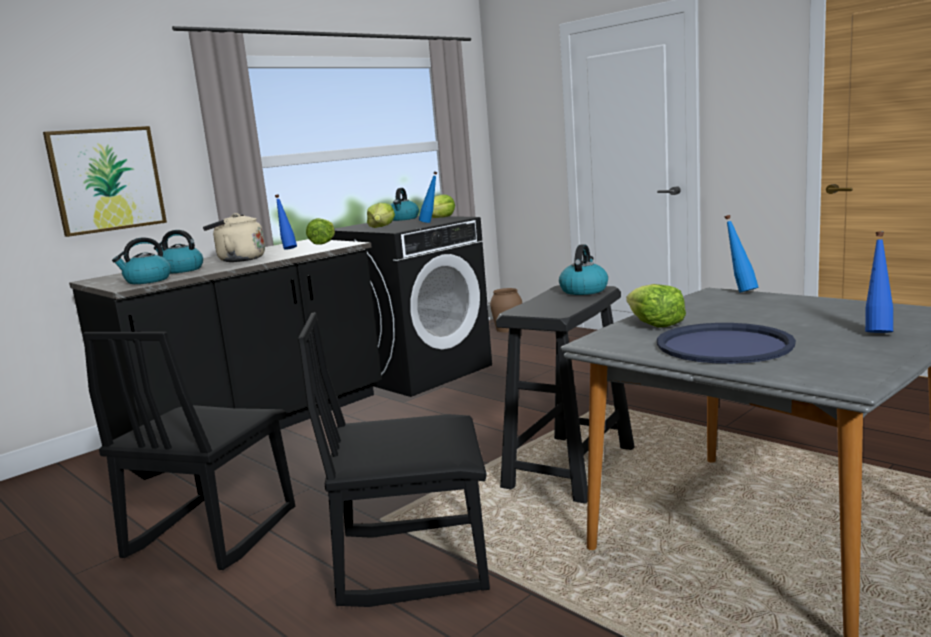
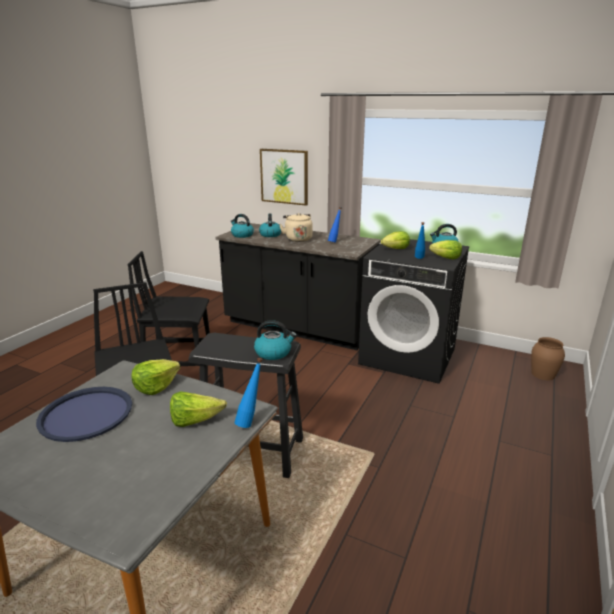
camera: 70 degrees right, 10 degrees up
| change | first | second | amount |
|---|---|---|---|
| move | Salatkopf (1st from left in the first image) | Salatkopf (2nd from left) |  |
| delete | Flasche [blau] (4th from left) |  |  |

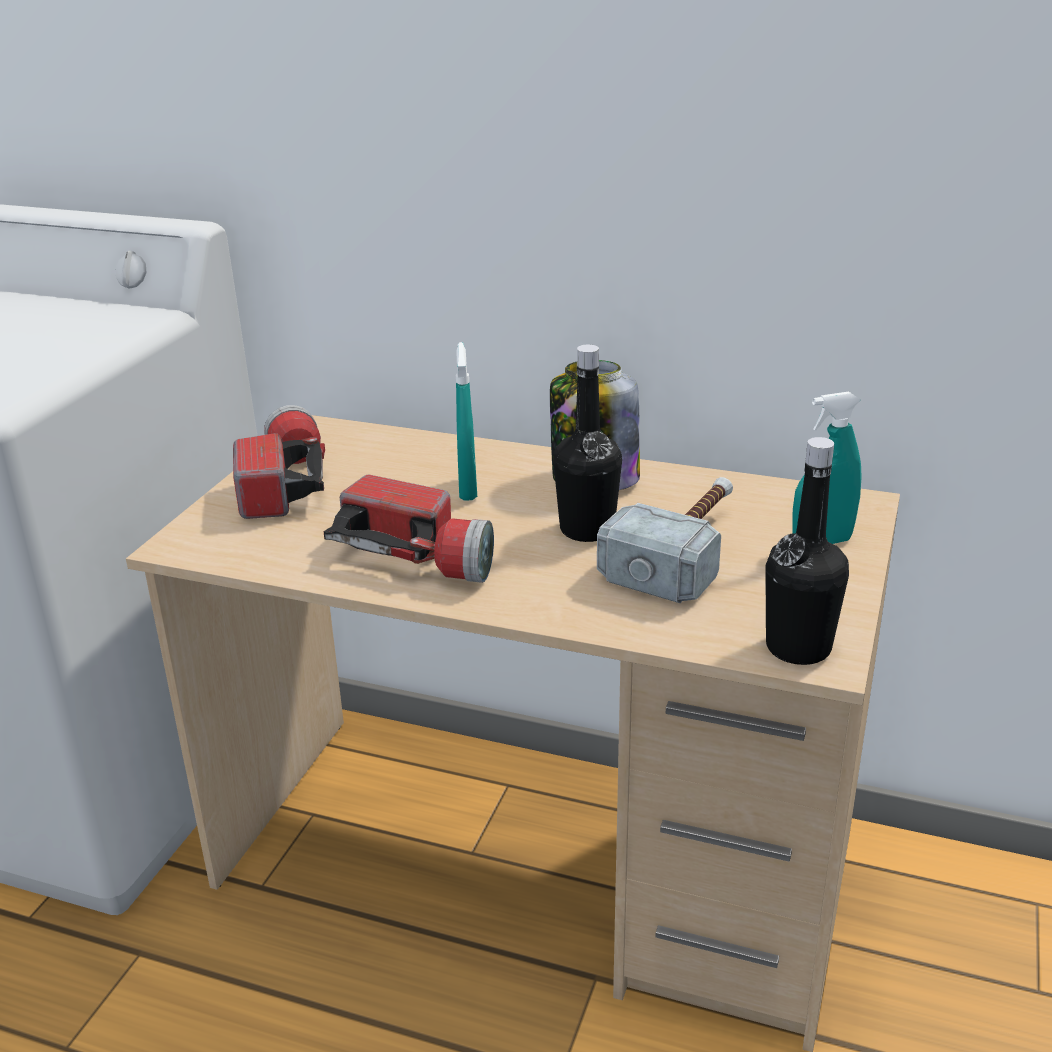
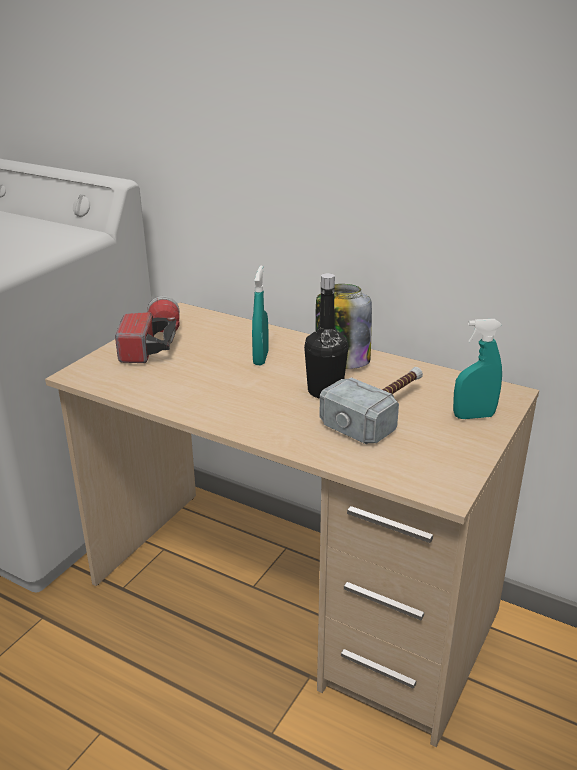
camera: 10 degrees right, 0 degrees up
| change | first | second | amount |
|---|---|---|---|
| delete | Flasche [schwarz] (2nd from left) |  |  |
| delete | Taschenlampe (2nd from left) |  |  |

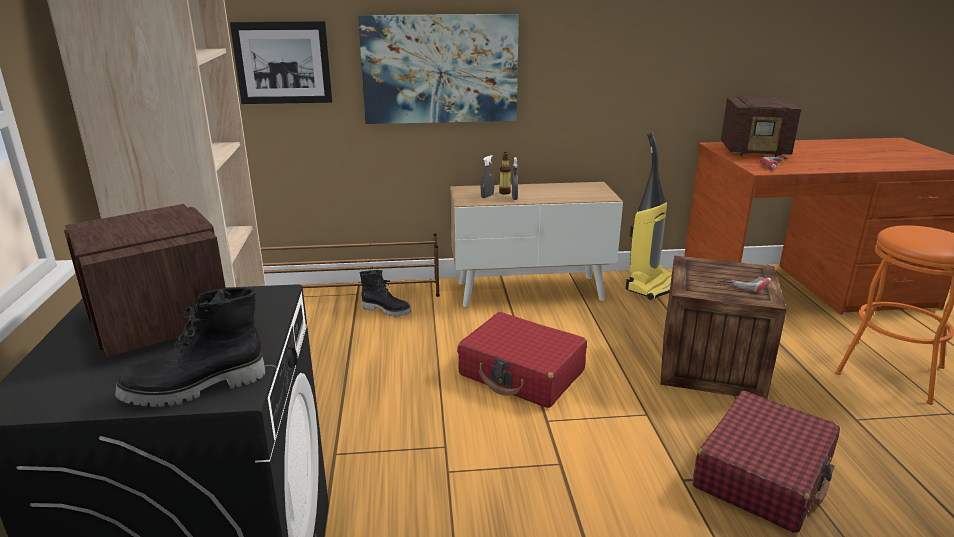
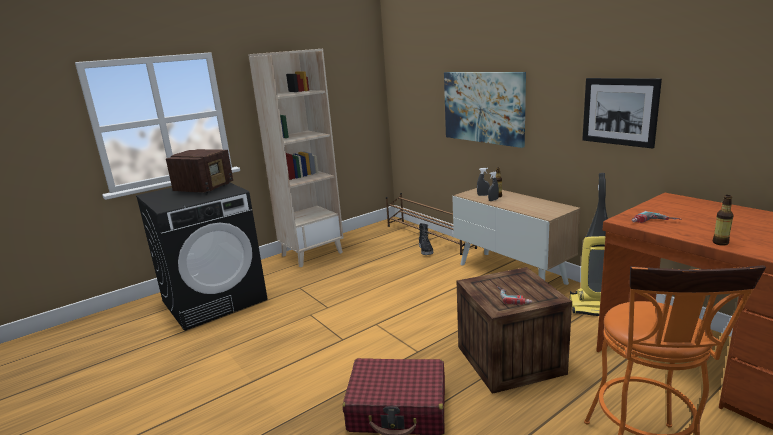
camera: 60 degrees right, 5 degrees down
| change | first | second | amount |
|---|---|---|---|
| move | Bild (1st from left in the first image) | Bild (2nd from left) |  |
| delete | Radio (2nd from left) |  |  |
| delete | Stiefel [schwarz] (1st from left) |  |  |
| delete | Koffer [rot] (1st from left) |  |  |
| insert |  | Flasche (2nd from left) |  |

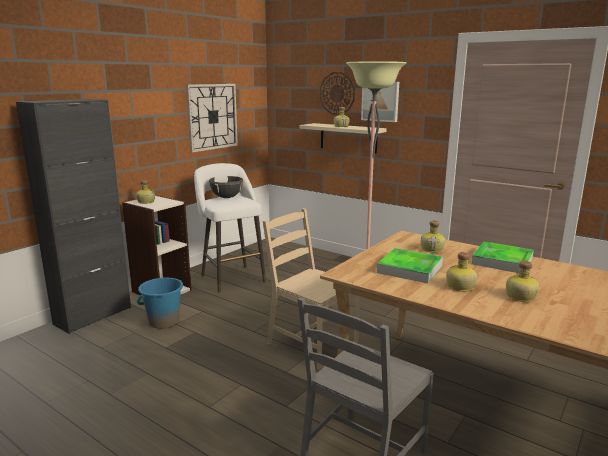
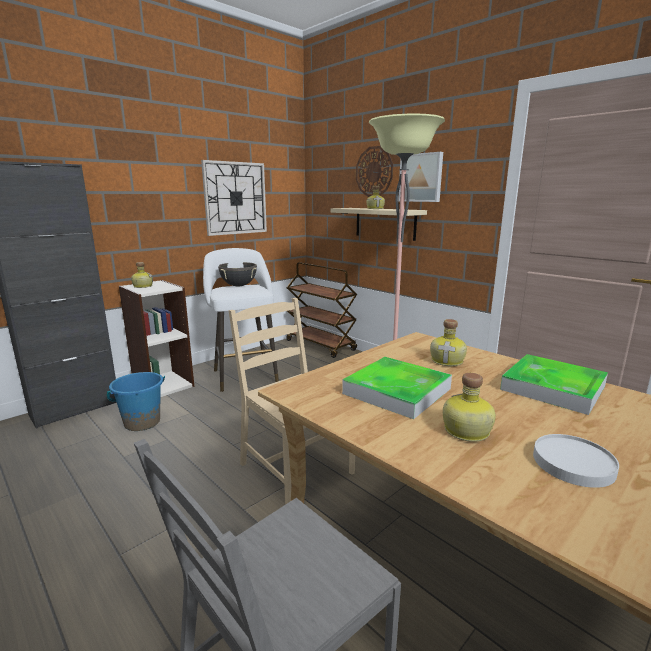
camera: 10 degrees right, 0 degrees up
| change | first | second | amount |
|---|---|---|---|
| replace | Flasche (5th from left) | Teller [weiß] |  |
| insert |  | Rollwagen [braun] |  |

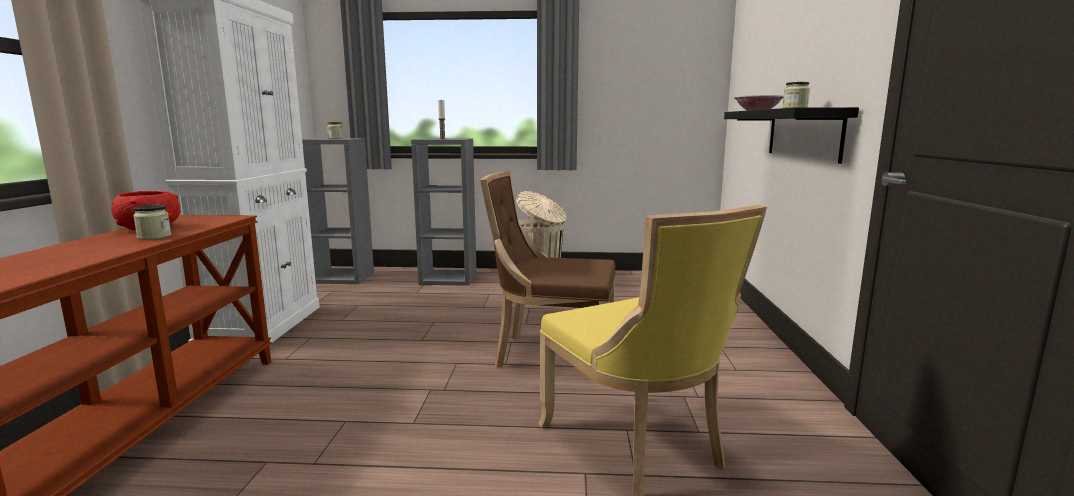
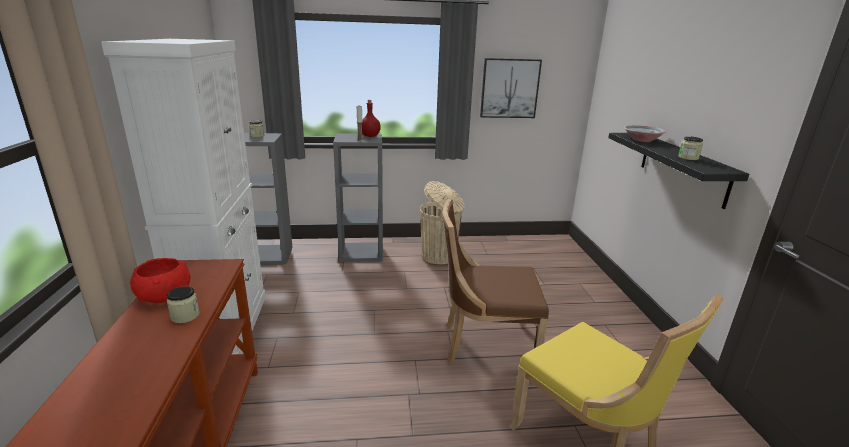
camera: 10 degrees left, 10 degrees up
| change | first | second | amount |
|---|---|---|---|
| insert |  | Bild |  |
| insert |  | Flasche [rot] |  |

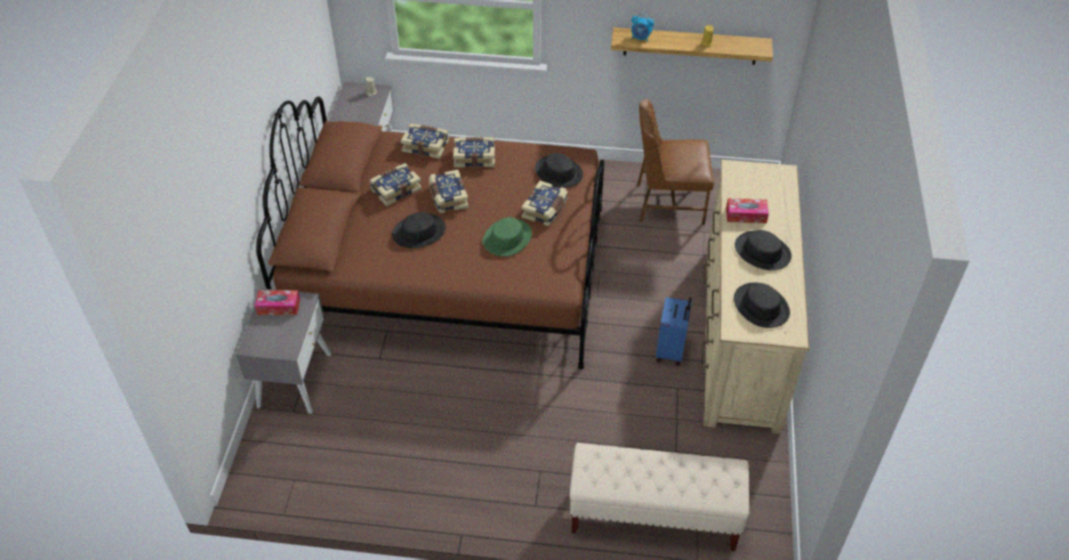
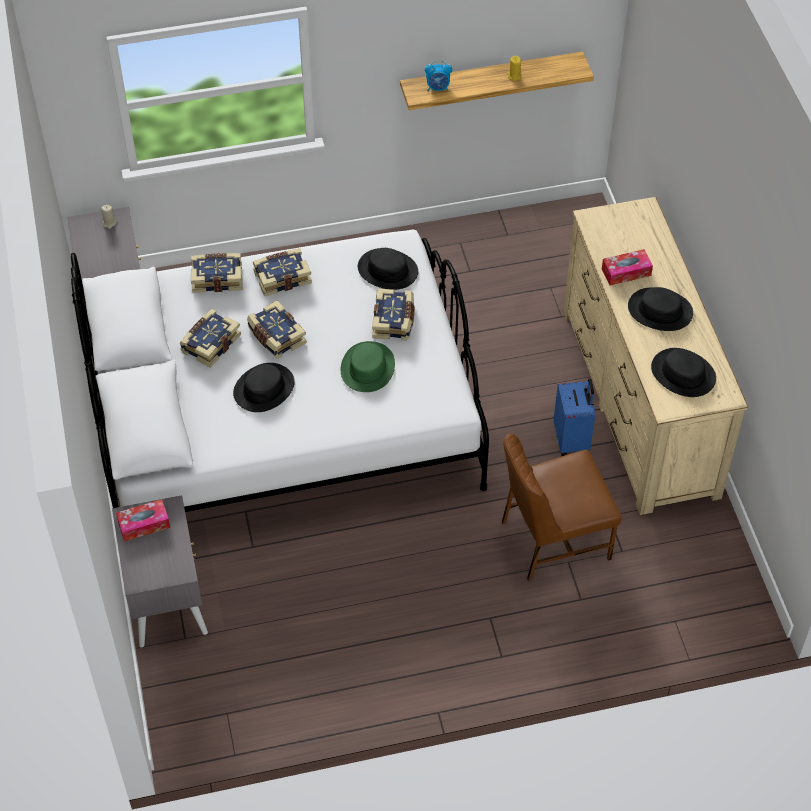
camera: 20 degrees left, 5 degrees up
| change | first | second | amount |
|---|---|---|---|
| recolor | Bett [braun] | Bett [weiß] |  |
| move | Stuhl [braun] |  |  |
| delete | Bank [beige] |  |  |

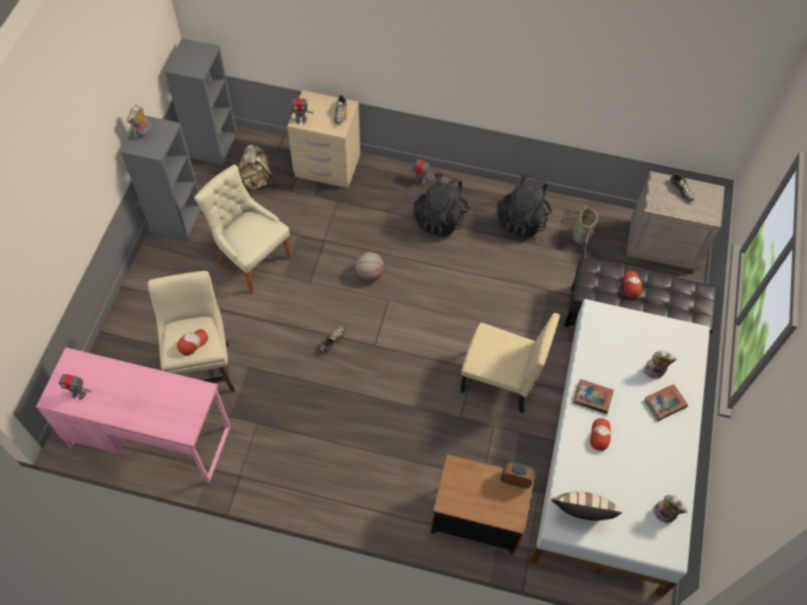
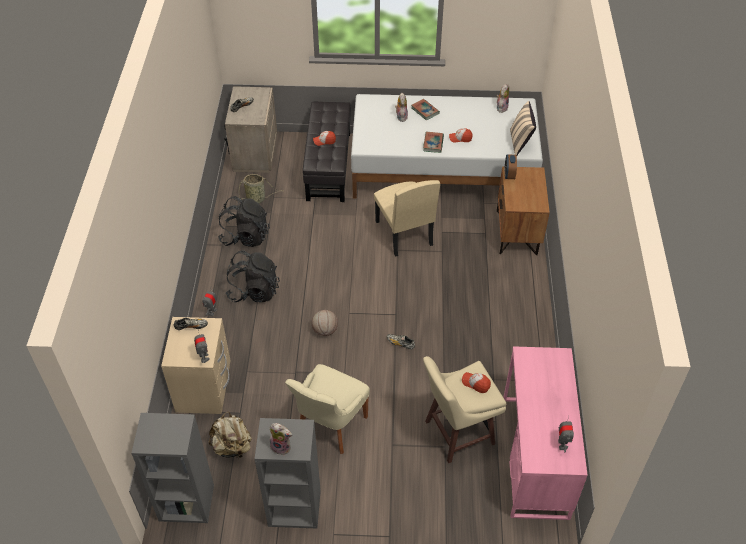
camera: 100 degrees left, 10 degrees down
| change | first | second | amount |
|---|---|---|---|
| rotate | Stuhl [beige] (2nd from left) |  | 150 degrees clockwise |

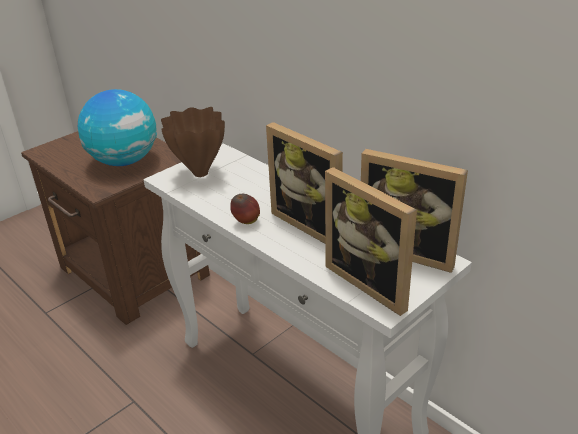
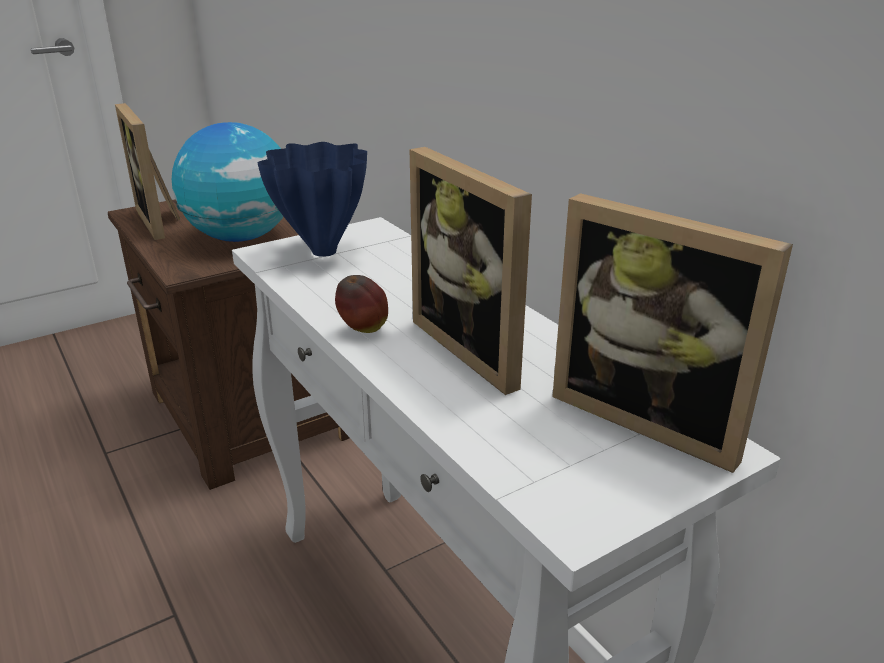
camera: 10 degrees right, 5 degrees down
| change | first | second | amount |
|---|---|---|---|
| recolor | Vase [braun] | Vase [blau] |  |
| move | Bilderrahmen (2nd from left in the first image) | Bilderrahmen (1st from left) |  |

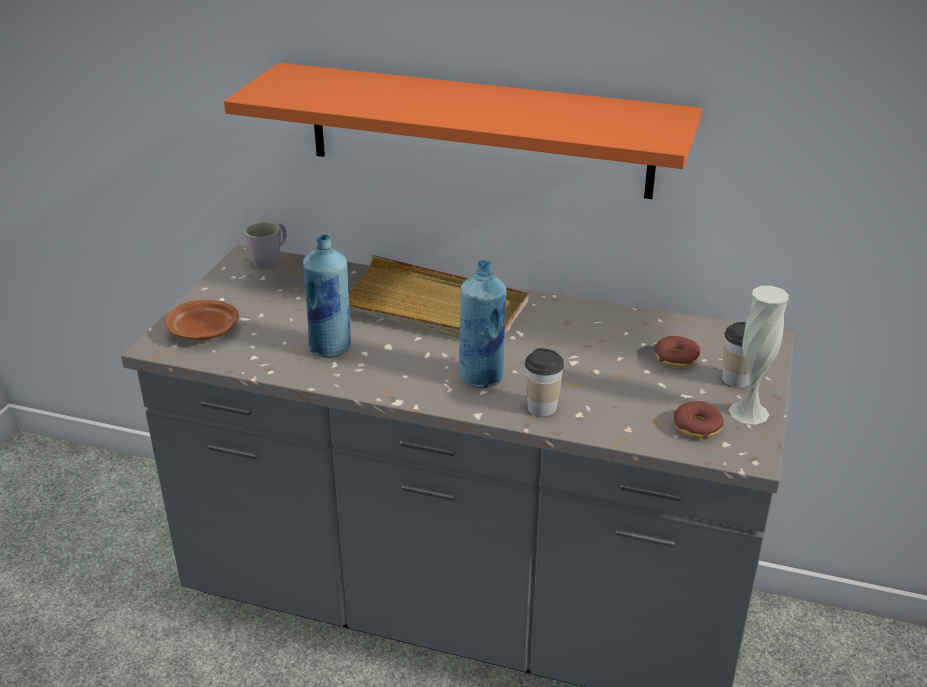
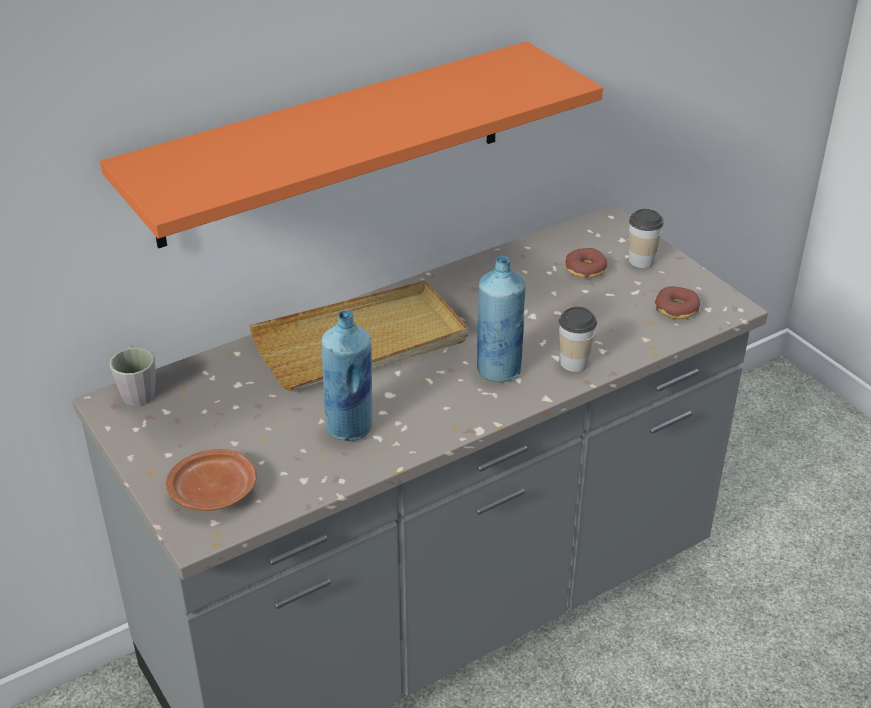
camera: 50 degrees left, 5 degrees up
| change | first | second | amount |
|---|---|---|---|
| delete | Vase [weiß] |  |  |

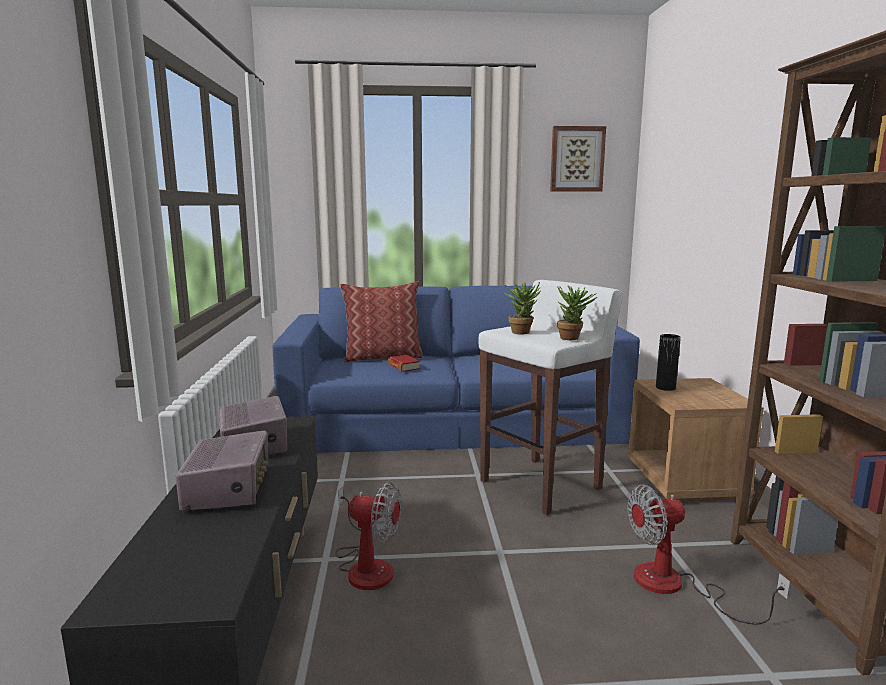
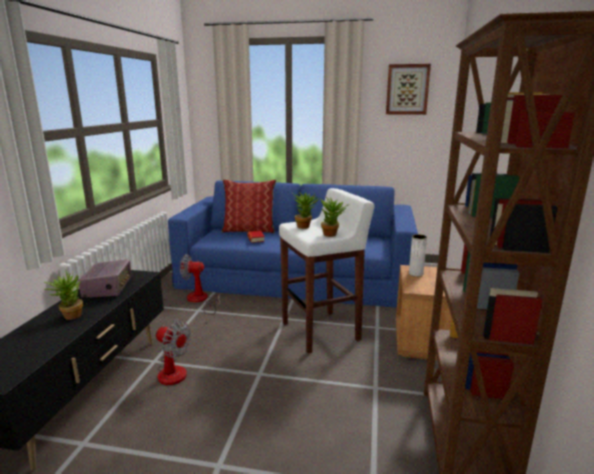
camera: 15 degrees right, 5 degrees up
| change | first | second | amount |
|---|---|---|---|
| recolor | Vase [schwarz] | Vase [weiß] |  |
| replace | Radio (1st from left) | Topfpflanze (1st from left) |  |
| move | Ventilator (2nd from left) |  |  |

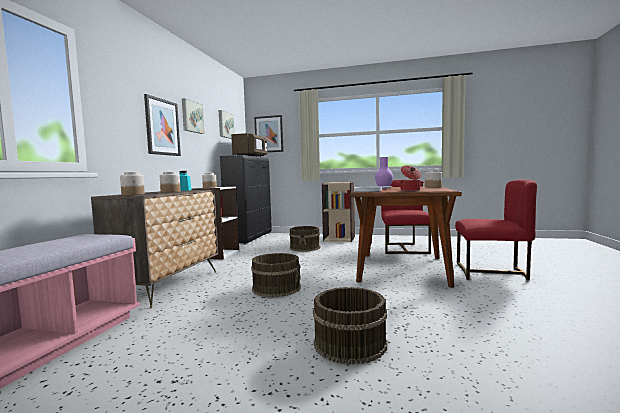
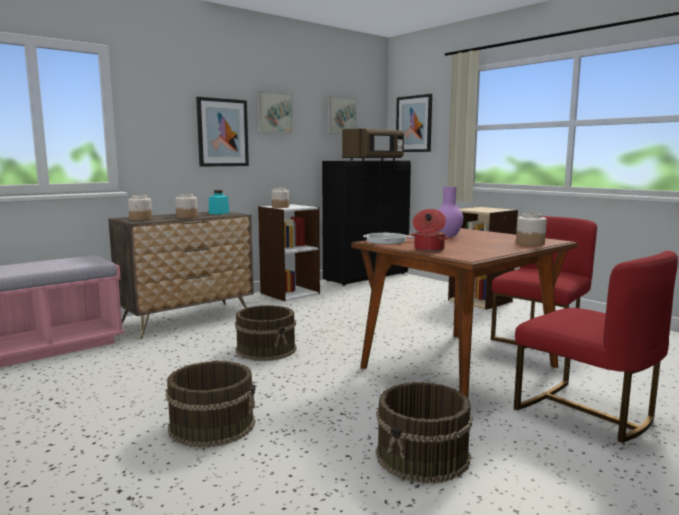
camera: 35 degrees right, 5 degrees up
| change | first | second | amount |
|---|---|---|---|
| move | Eimer [braun] (2nd from left in the first image) | Eimer [braun] (3rd from left) |  |

